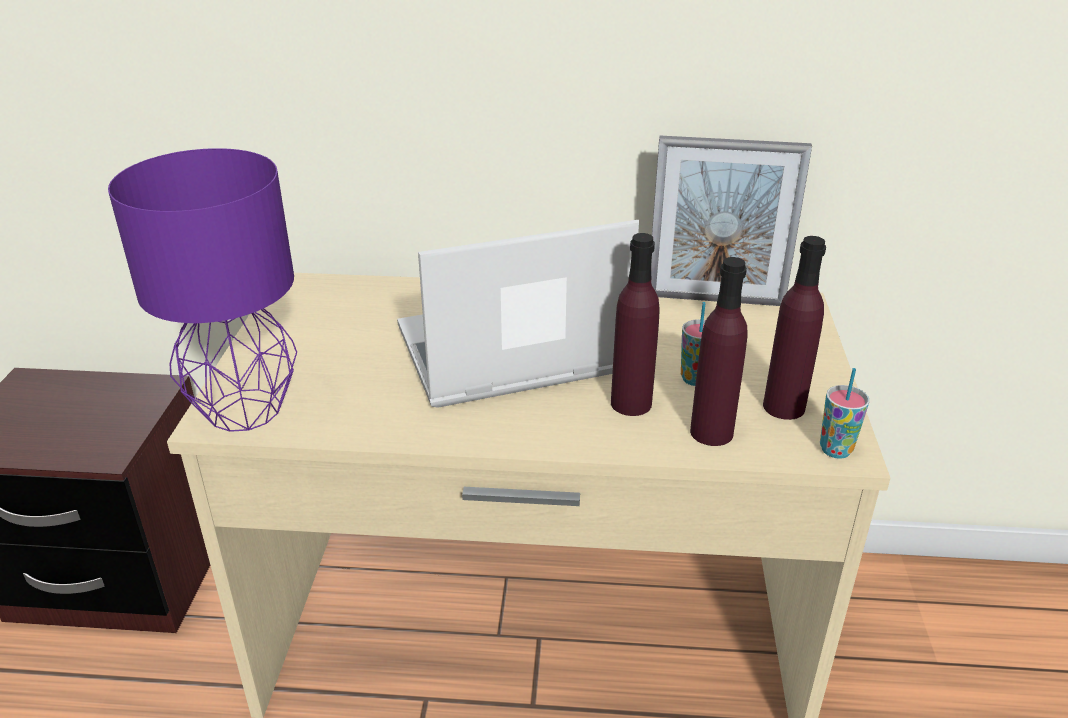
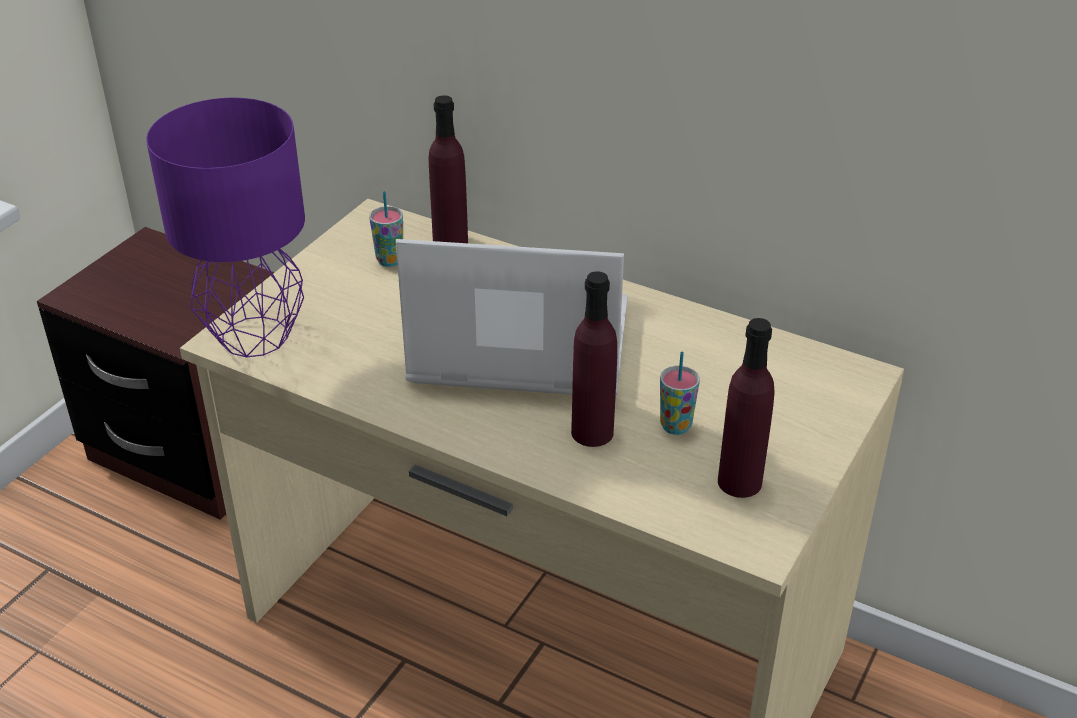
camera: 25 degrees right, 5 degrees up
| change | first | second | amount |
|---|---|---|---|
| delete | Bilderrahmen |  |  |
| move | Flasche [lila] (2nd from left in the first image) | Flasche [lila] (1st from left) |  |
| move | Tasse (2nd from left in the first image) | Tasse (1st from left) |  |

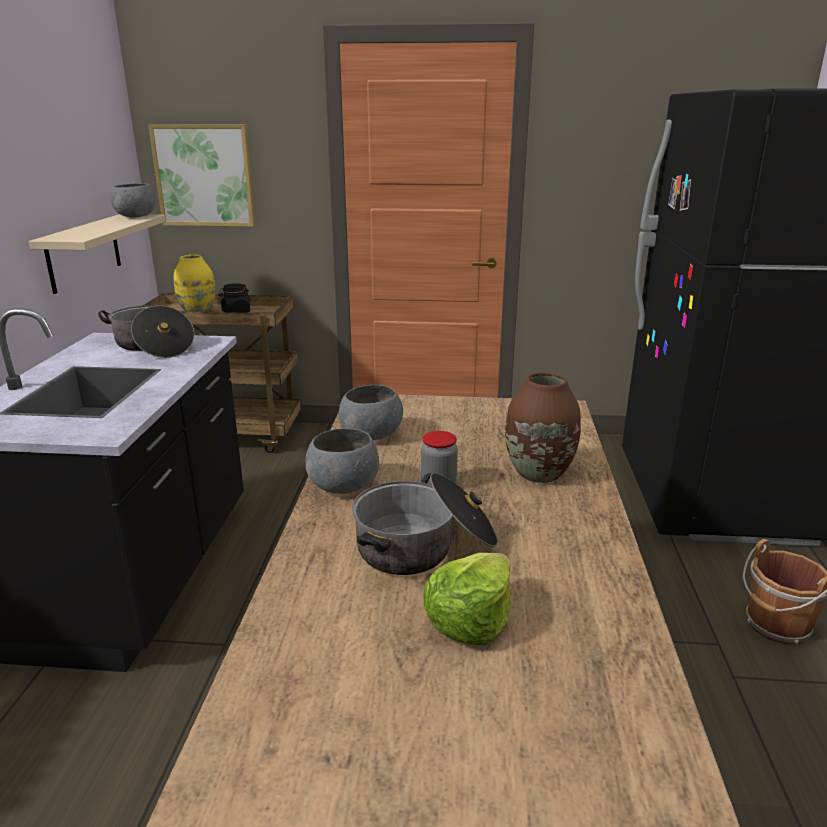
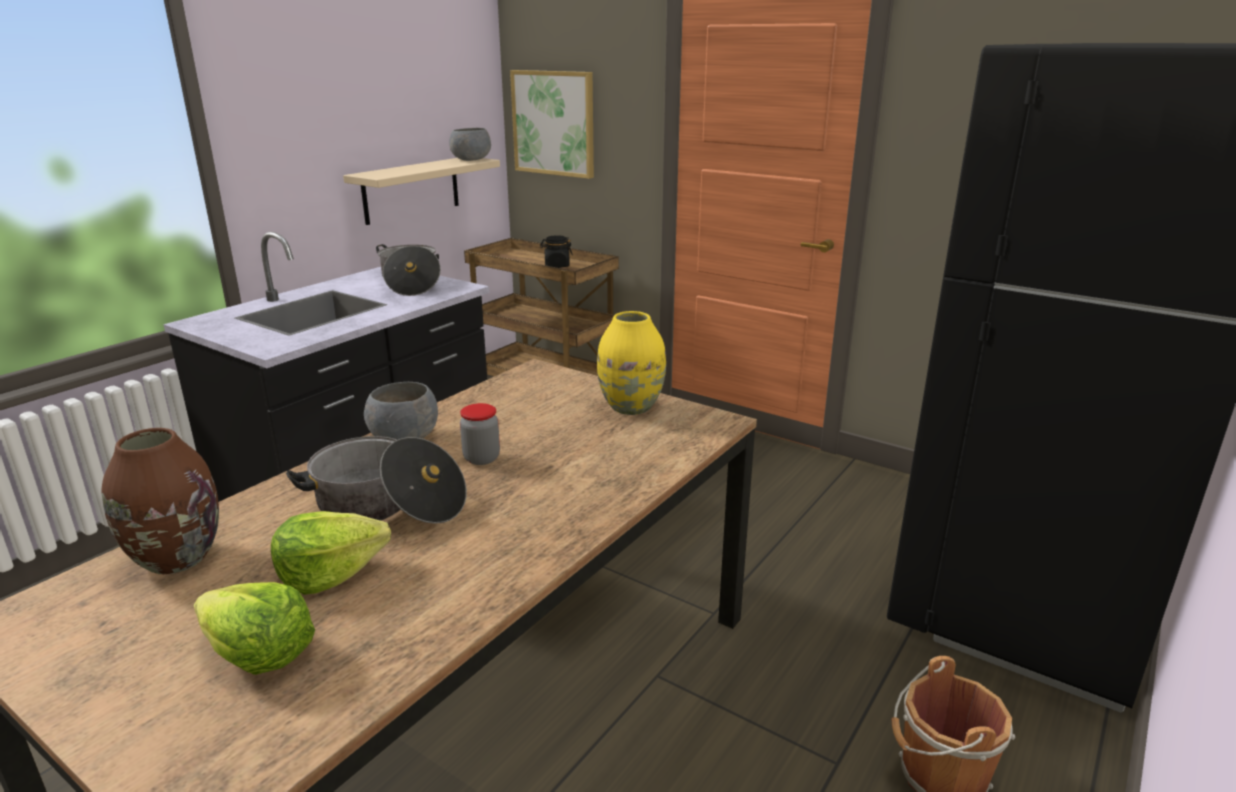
camera: 30 degrees right, 0 degrees up
| change | first | second | amount |
|---|---|---|---|
| move | Vase [gelb] |  |  |
| move | Vase [braun] |  |  |
| delete | Schüssel [grau] (3rd from left) |  |  |
| insert |  | Salatkopf (1st from left) |  |

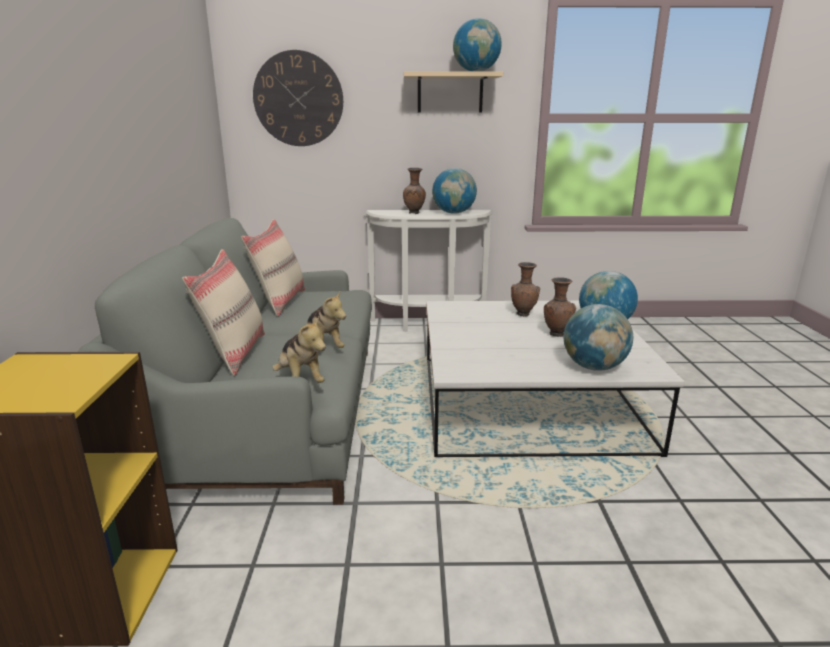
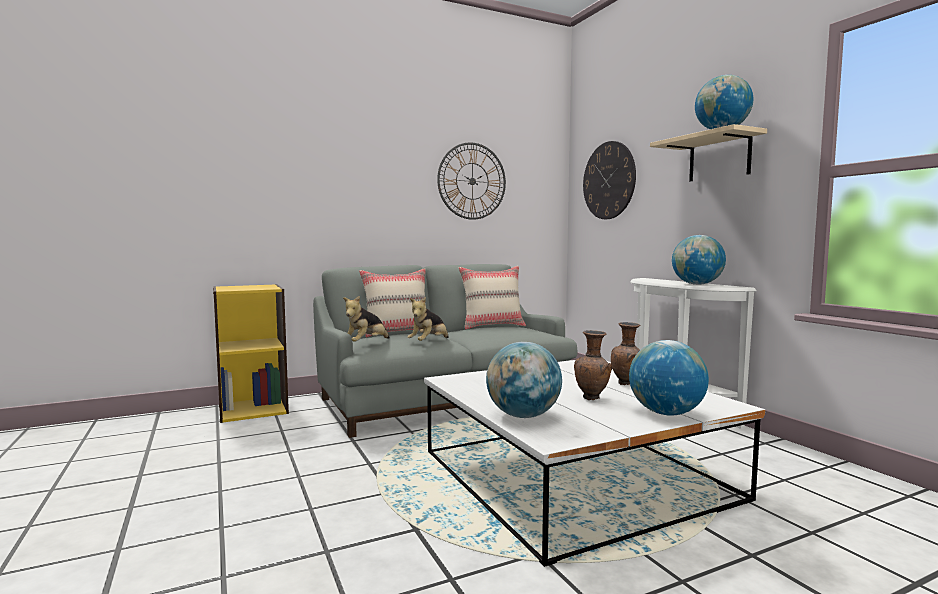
camera: 65 degrees right, 15 degrees down
| change | first | second | amount |
|---|---|---|---|
| delete | Vase [braun] (1st from left) |  |  |
| insert |  | Wanduhr (1st from left) |  |

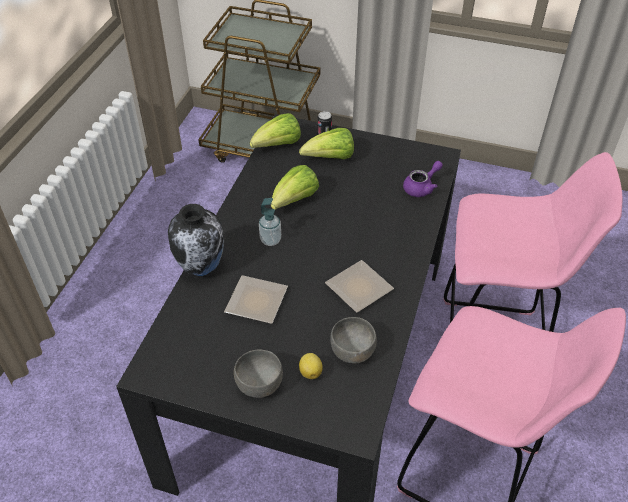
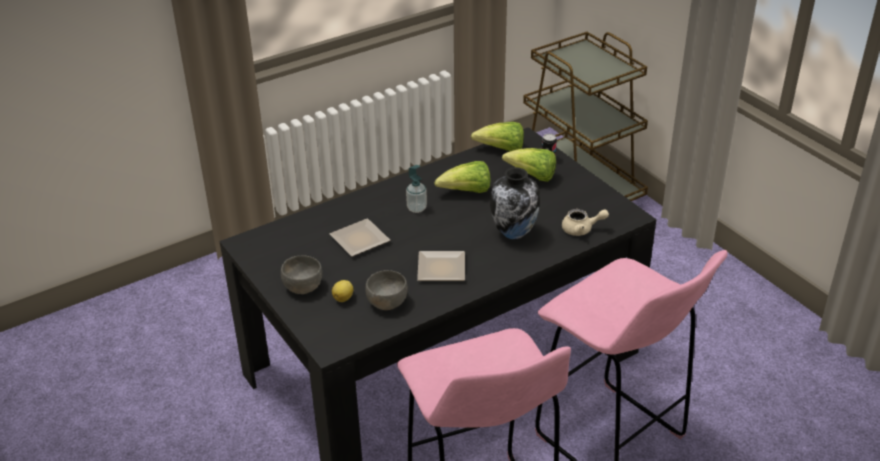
camera: 40 degrees right, 10 degrees down
| change | first | second | amount |
|---|---|---|---|
| recolor | Teekanne [lila] | Teekanne [beige] |  |
| move | Vase |  |  |

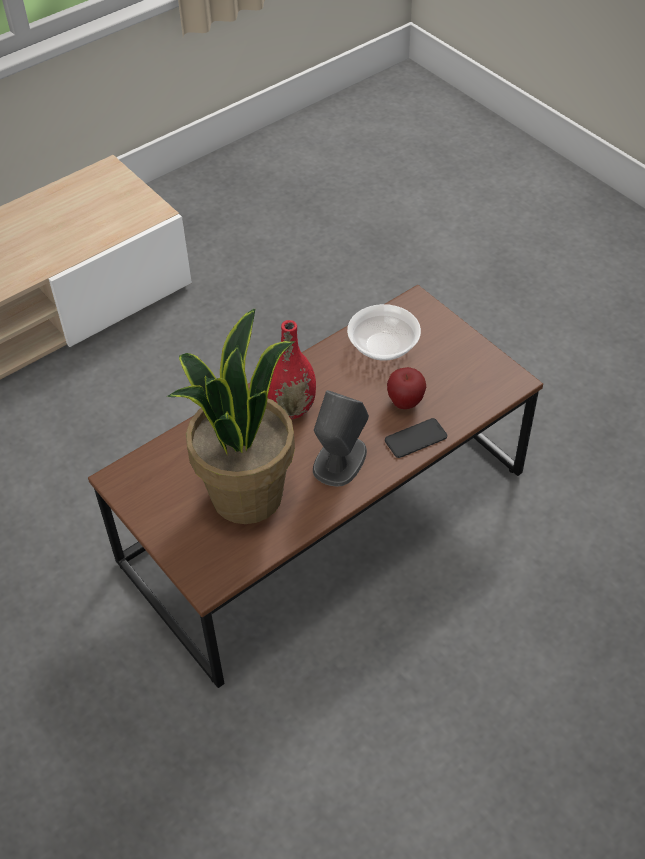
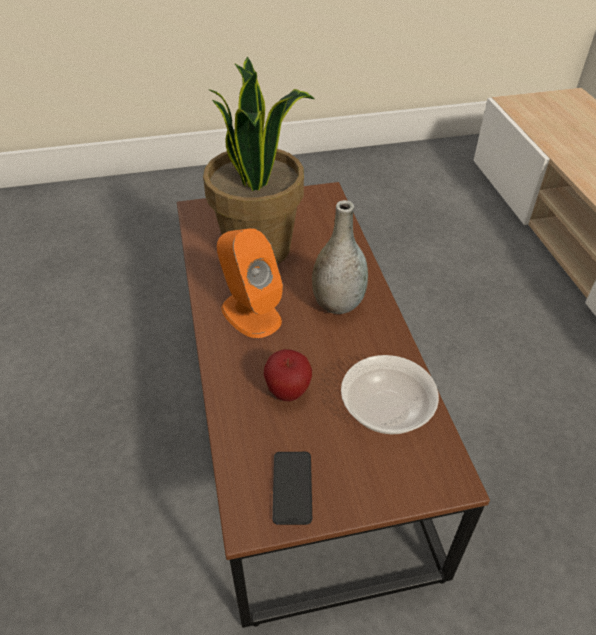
camera: 115 degrees right, 5 degrees down
| change | first | second | amount |
|---|---|---|---|
| recolor | Vase [rot] | Vase [grau] |  |
| recolor | Lautsprecher [grau] | Lautsprecher [orange] |  |
| move | Handy |  |  |

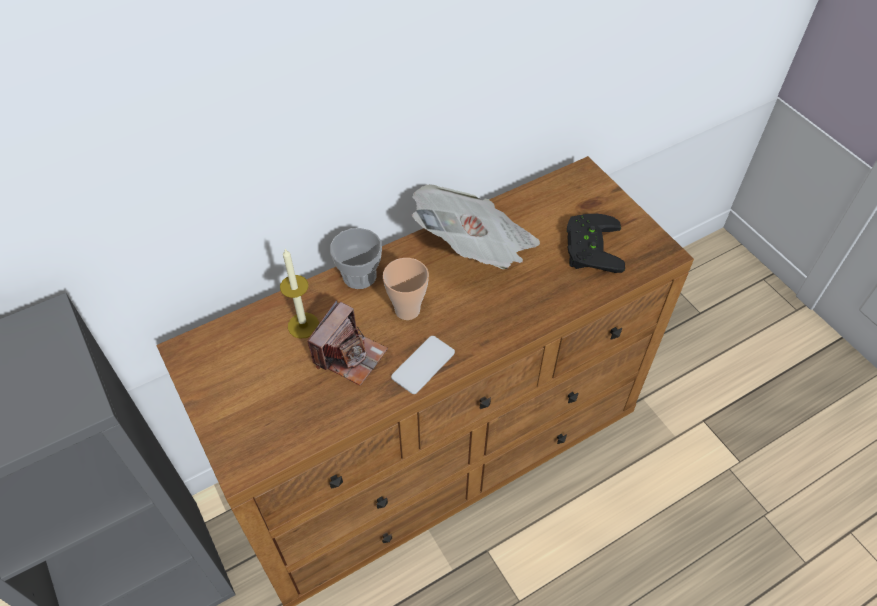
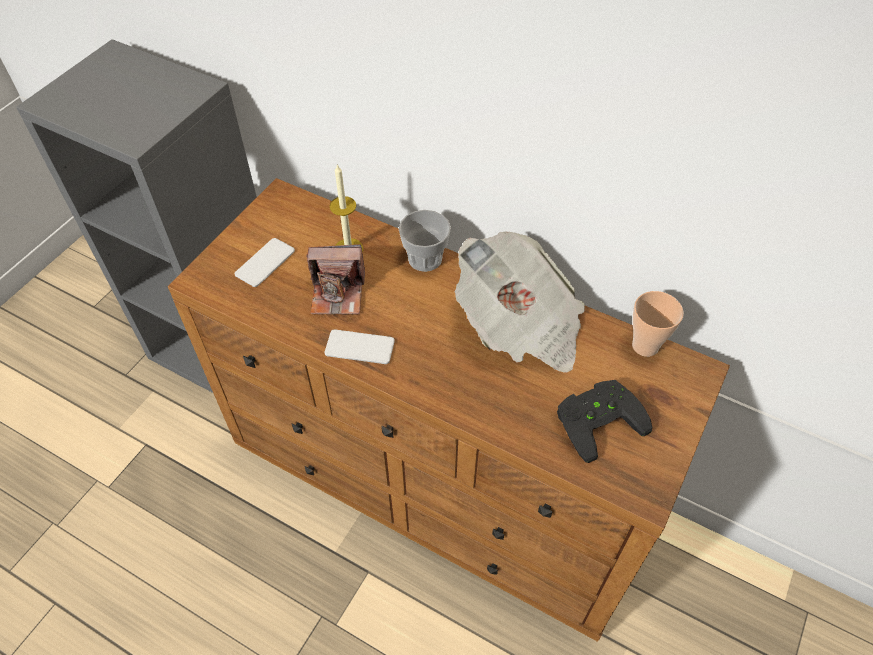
camera: 60 degrees right, 0 degrees up
| change | first | second | amount |
|---|---|---|---|
| move | Tasse (2nd from left) |  |  |
| insert |  | Handy (1st from left) |  |

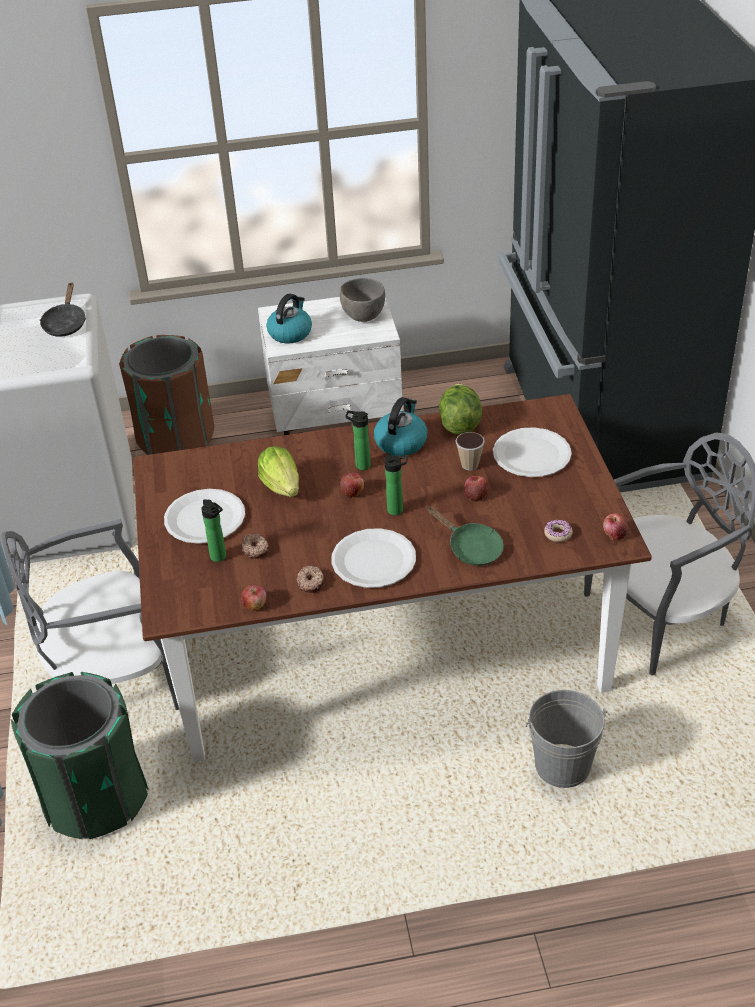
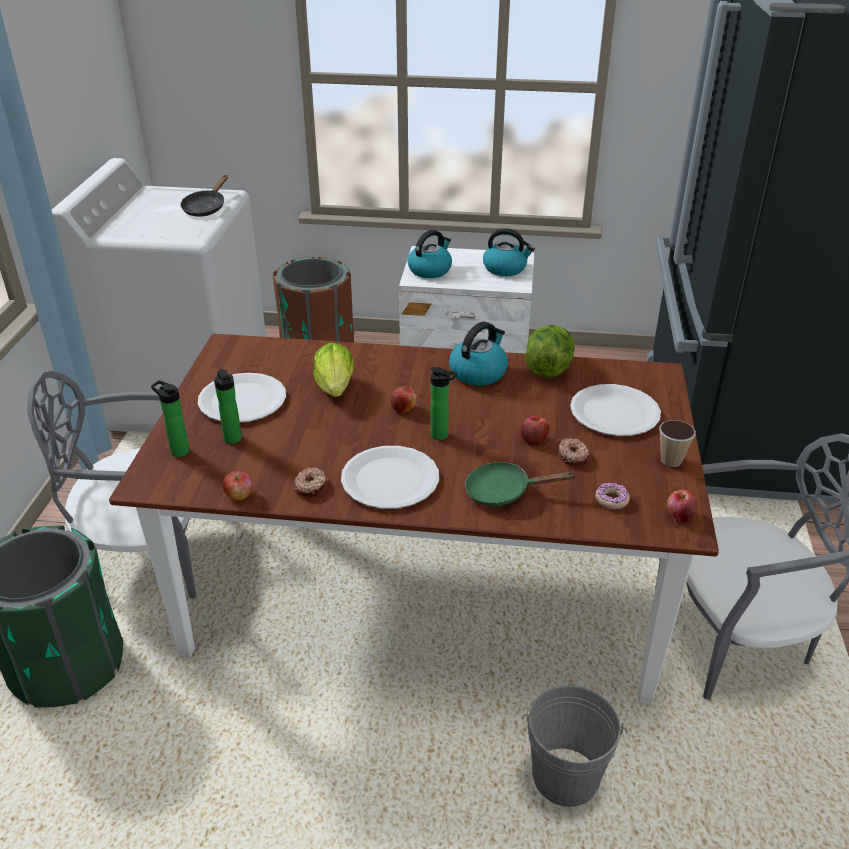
camera: 15 degrees right, 5 degrees down
| change | first | second | amount |
|---|---|---|---|
| replace | Schüssel [grau] | Wasserkessel (3rd from left) |  |
| move | Flasche (2nd from left in the first image) | Flasche (1st from left) |  |
| move | Tasse |  |  |
| rotate | Pfanne [grün] |  | 120 degrees clockwise |
| move | Donut (1st from left in the first image) | Donut (2nd from left) |  |

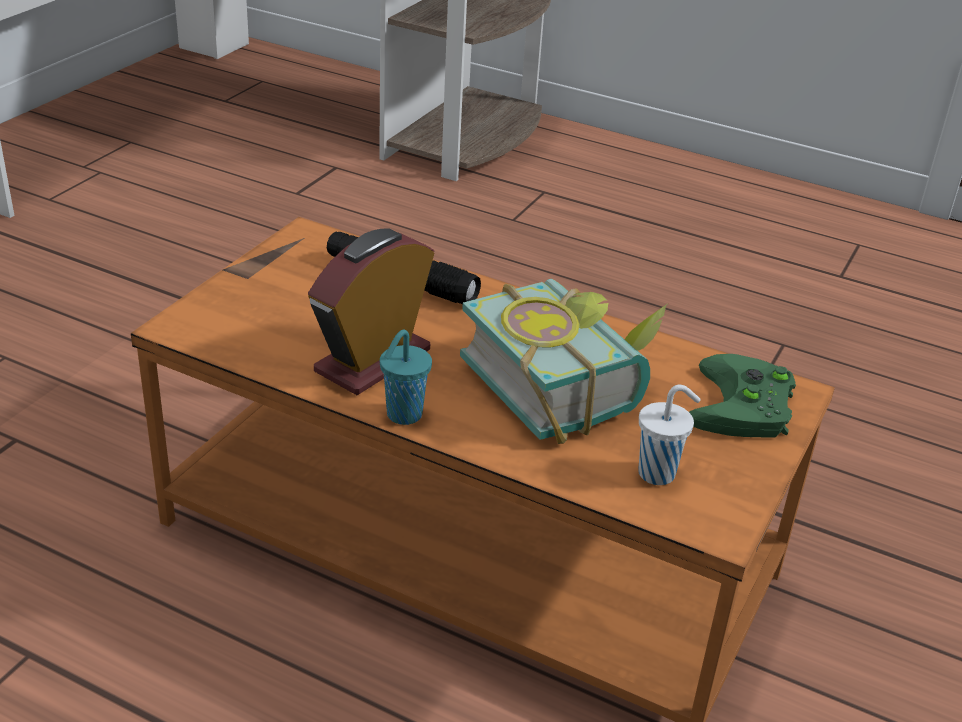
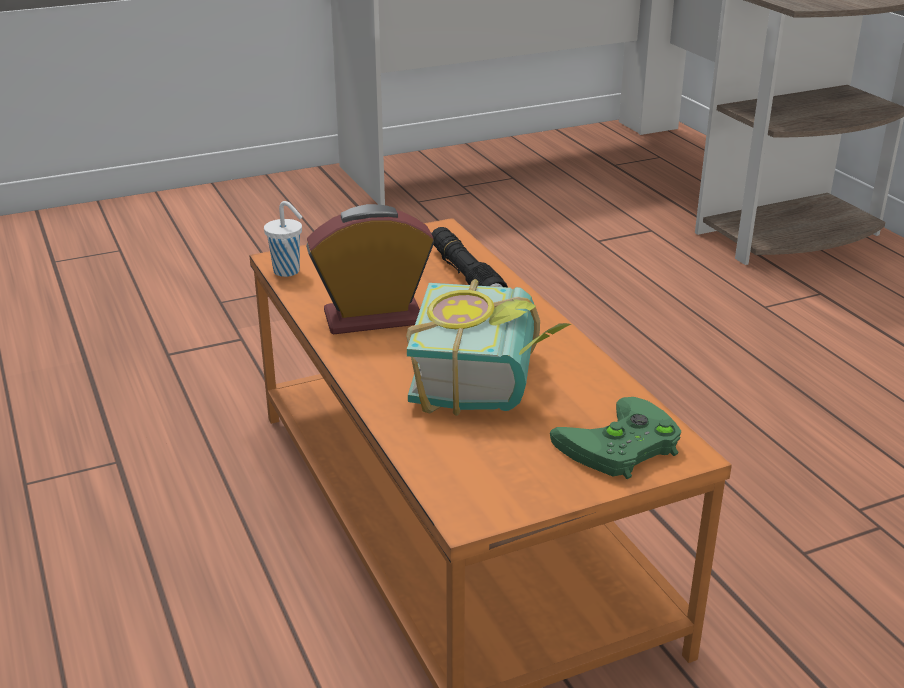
camera: 40 degrees right, 5 degrees down
| change | first | second | amount |
|---|---|---|---|
| delete | Tasse [türkis] |  |  |
| move | Tasse [weiß] |  |  |

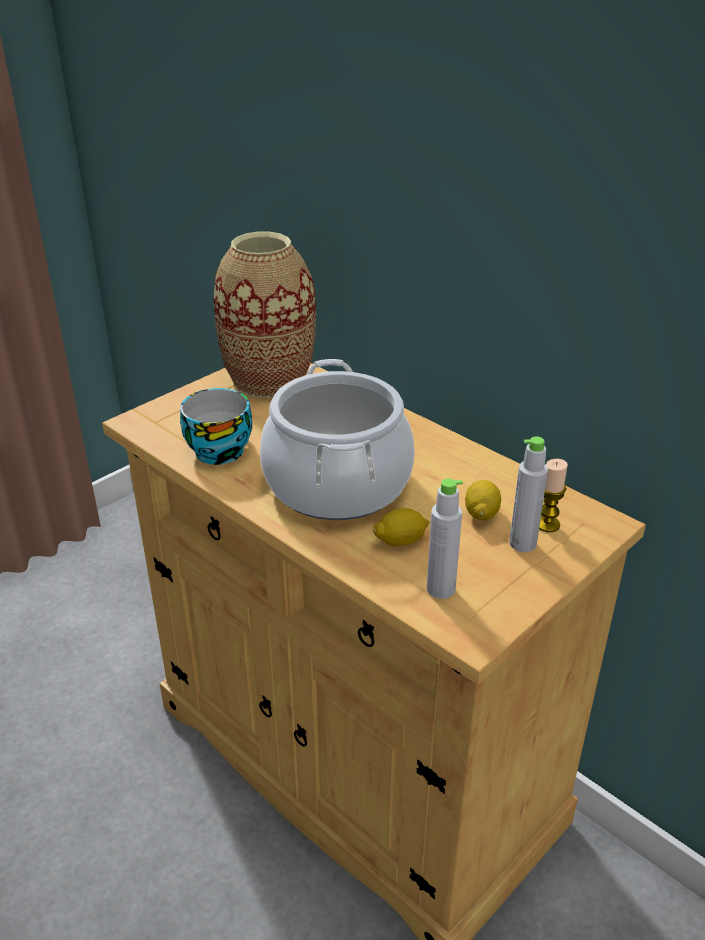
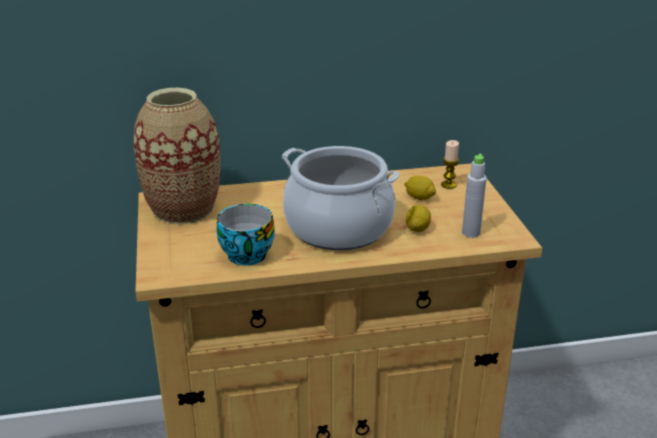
camera: 55 degrees left, 5 degrees down
| change | first | second | amount |
|---|---|---|---|
| delete | Flasche [grau] (2nd from left) |  |  |

